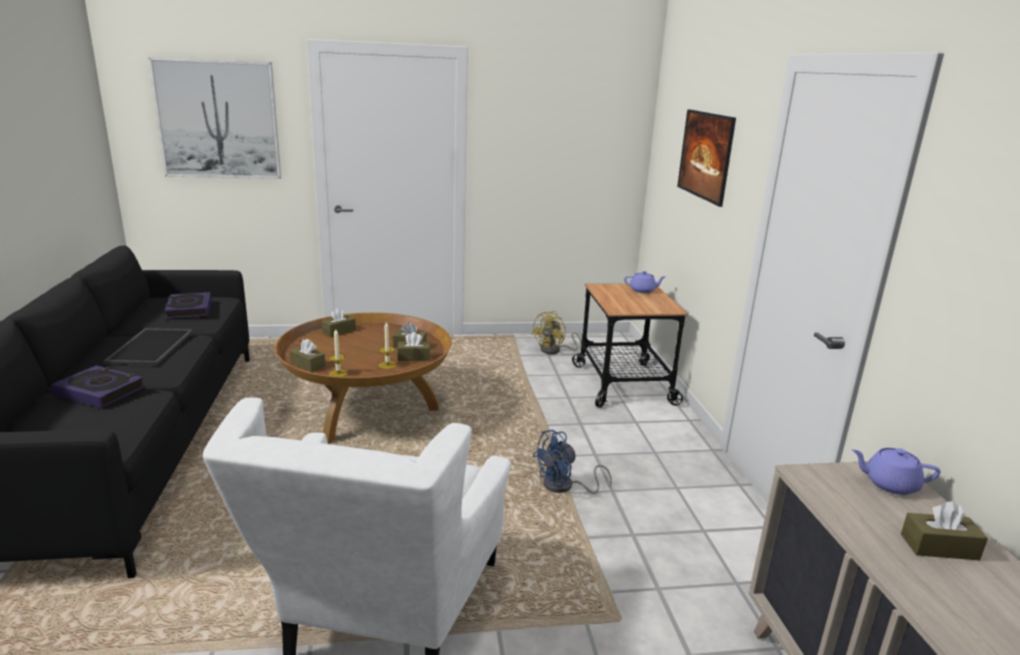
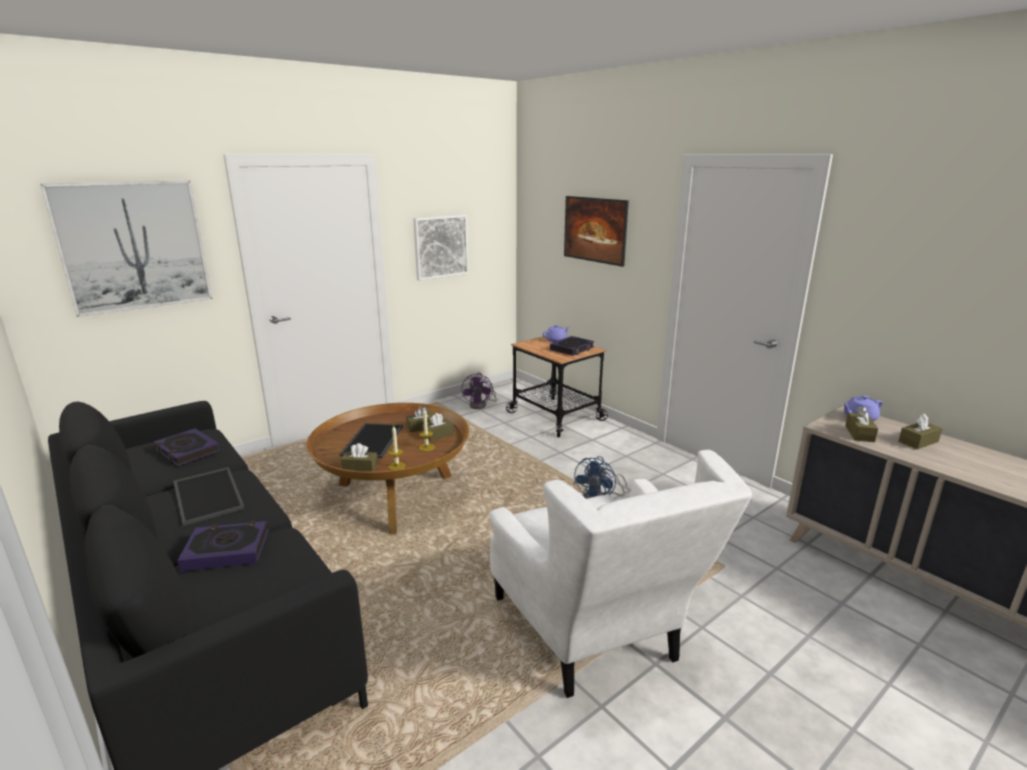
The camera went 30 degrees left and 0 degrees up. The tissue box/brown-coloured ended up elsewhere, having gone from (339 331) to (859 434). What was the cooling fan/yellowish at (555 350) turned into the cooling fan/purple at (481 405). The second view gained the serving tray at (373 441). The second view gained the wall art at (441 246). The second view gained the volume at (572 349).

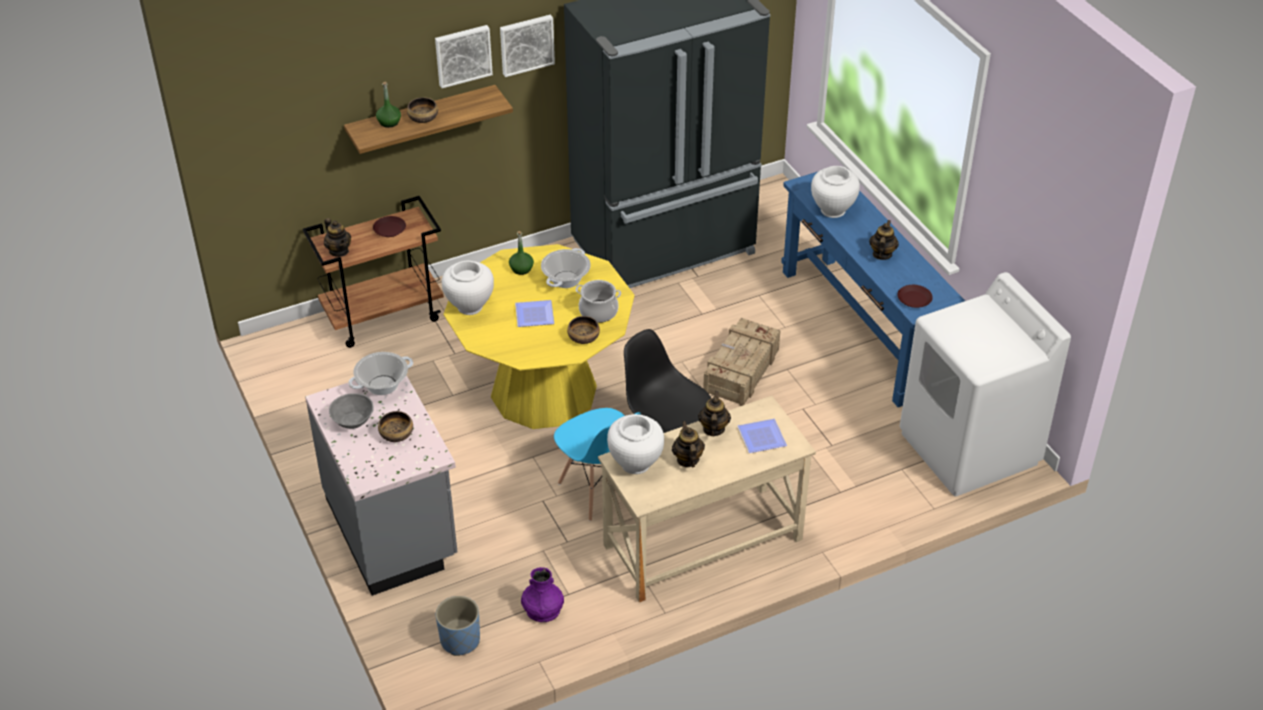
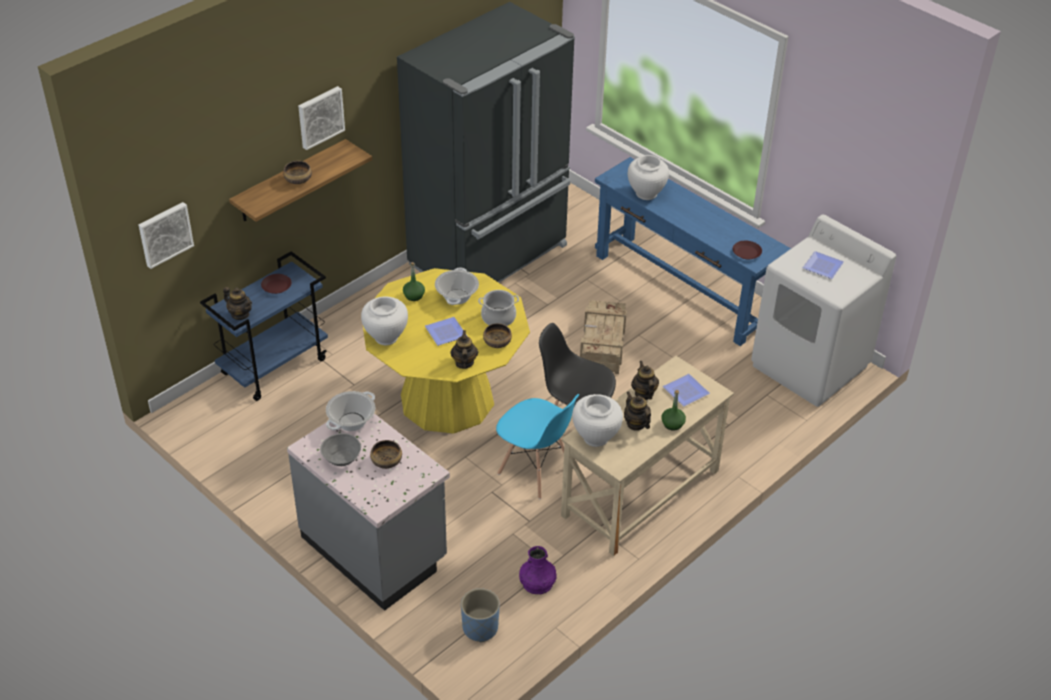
The camera went 20 degrees left and 0 degrees up. What was the trolley/brown-coloured at (384 315) turned into the trolley/blue at (274 366). The drink bottle/green ended up elsewhere, having gone from (389 122) to (672 424). The wall art ended up elsewhere, having gone from (526 44) to (164 234). The teapot ended up elsewhere, having gone from (882 254) to (464 363). The second view gained the plate at (824 266).

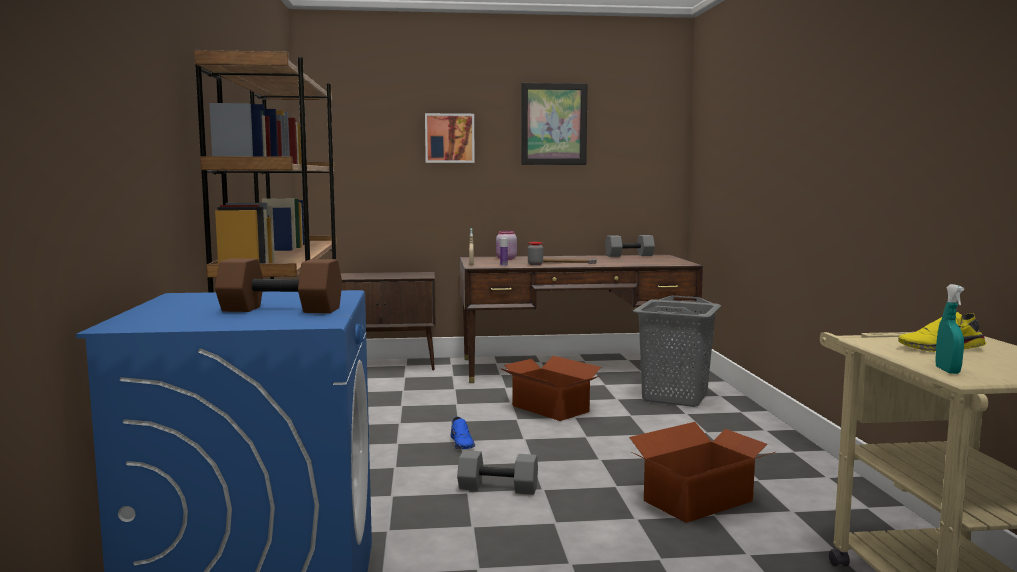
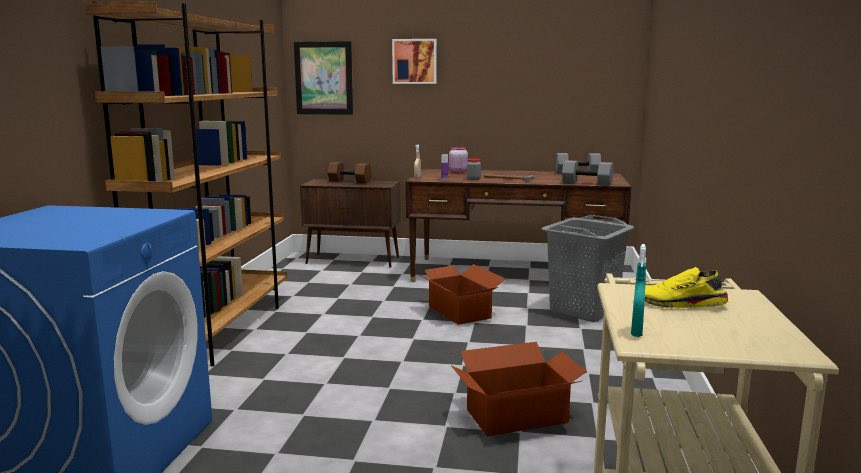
The camera went 15 degrees right and 5 degrees up. The dumbbell/brown-coloured ended up elsewhere, having gone from (279 310) to (349 181). The second view lost the low shoe/blue at (462 443). The dumbbell/greyish ended up elsewhere, having gone from (497 488) to (586 183). The wall art ended up elsewhere, having gone from (553 124) to (324 78).

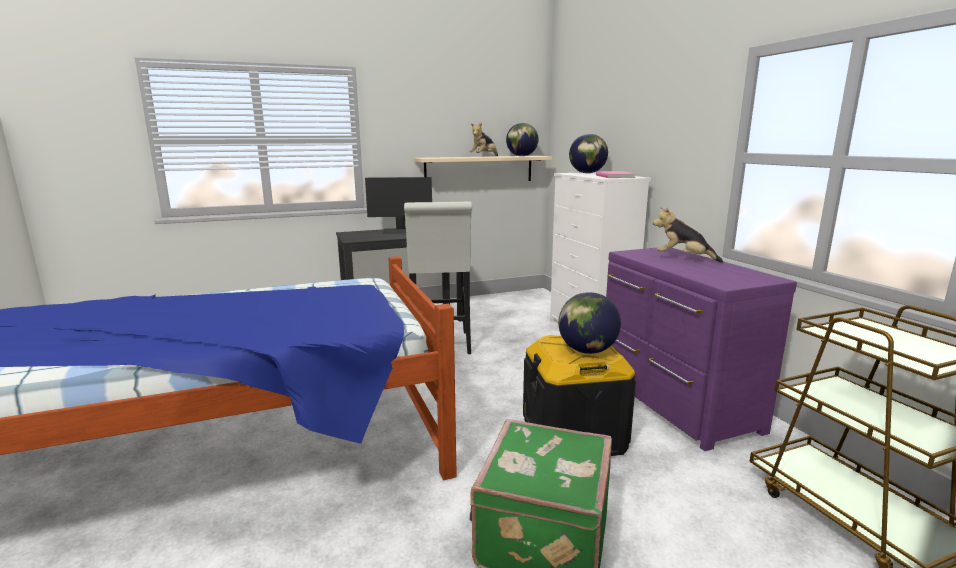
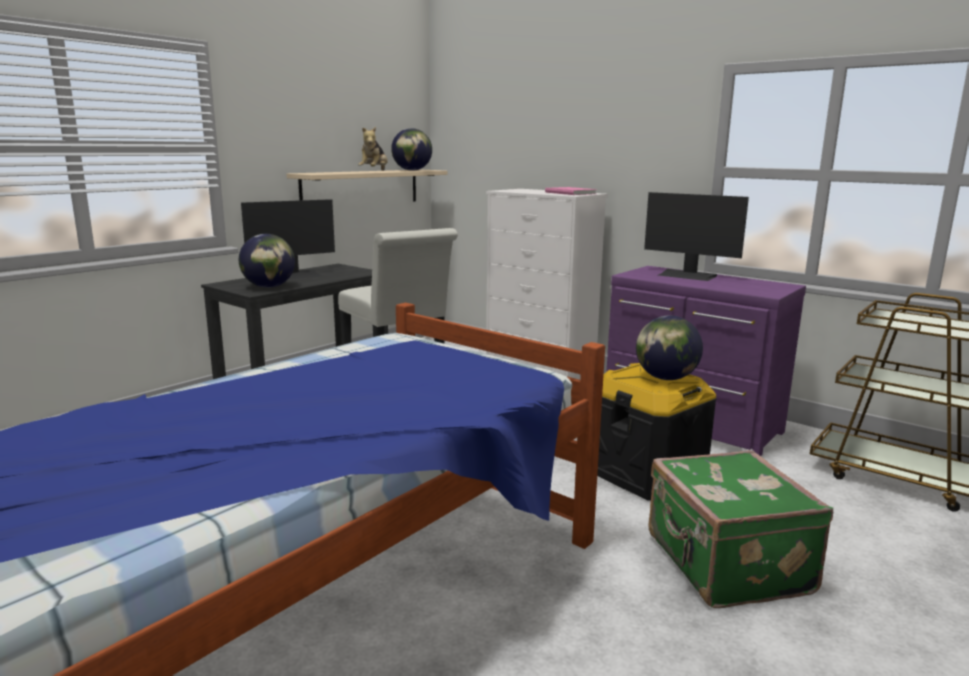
The camera went 30 degrees left and 0 degrees up. The globe ended up elsewhere, having gone from (587 173) to (269 287). Where the soft toy stood at (683 258), the monitor came to stand at (687 275).

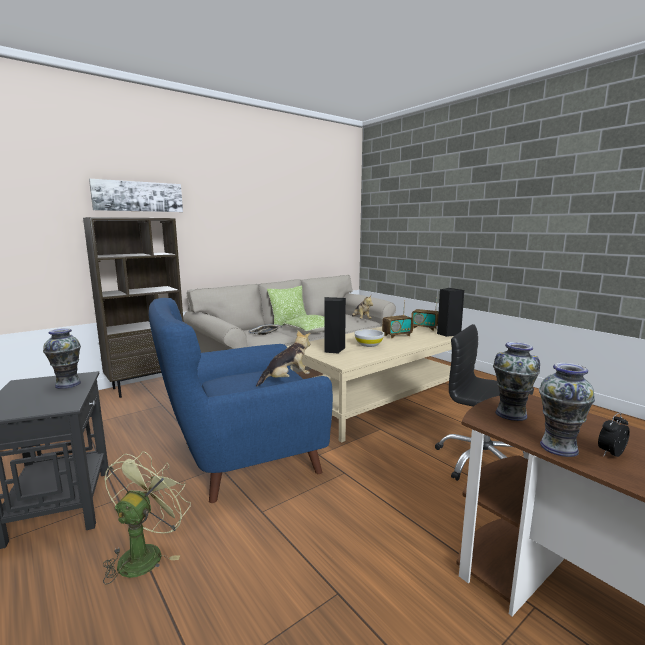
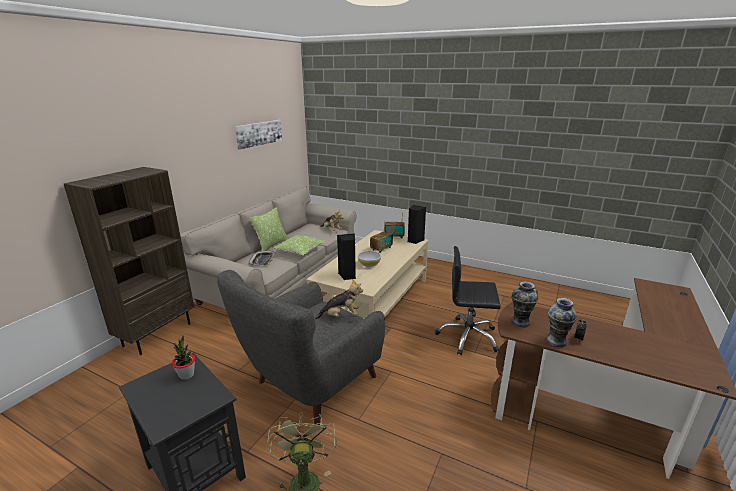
The camera went 25 degrees left and 10 degrees up. Where the flower vase stood at (68 384), the potted plant came to stand at (186 375). The wall art ended up elsewhere, having gone from (138 196) to (259 133). What was the lounge chair/blue at (241 459) turned into the lounge chair/greyish at (310 383). The soft toy at (287 380) ended up facing another way, 45 degrees clockwise from before.

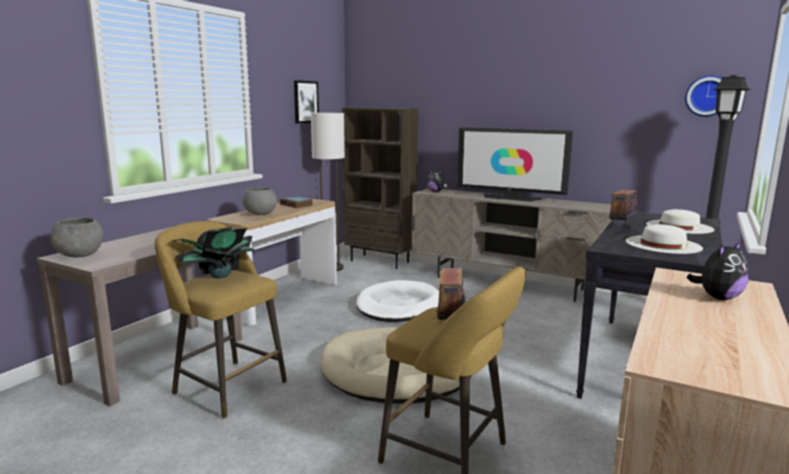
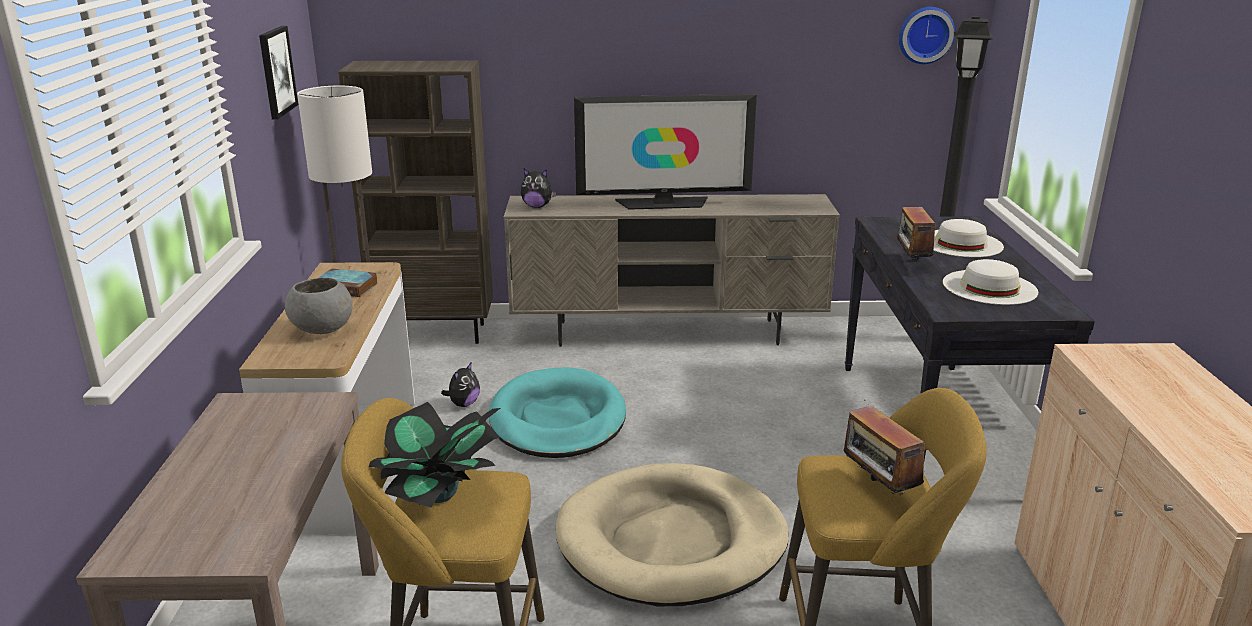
The camera went 30 degrees left and 10 degrees up. The second view lost the bowl/greyish at (80 255). What was the pet bed/white-coloured at (398 306) turned into the pet bed/blue-green at (557 419). The soft toy ended up elsewhere, having gone from (718 297) to (463 404).

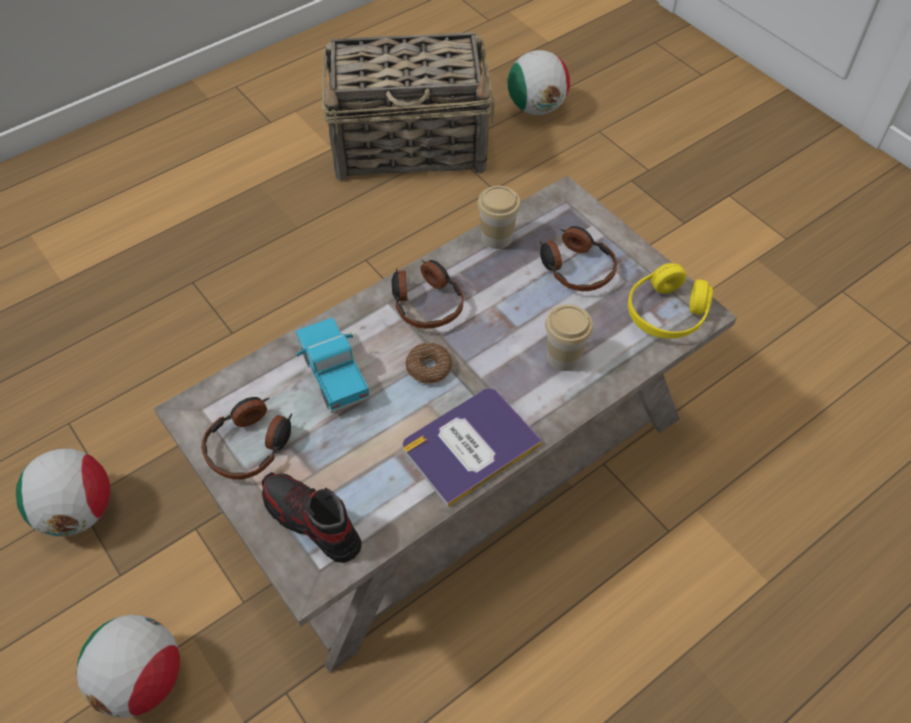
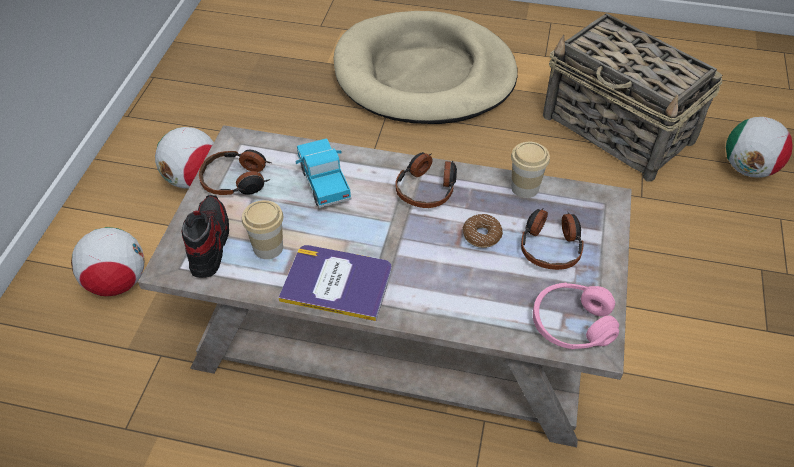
The camera went 50 degrees right and 5 degrees down. The model truck at (333 374) ended up facing another way, 45 degrees counterclockwise from before. The donut ended up elsewhere, having gone from (429 368) to (481 235). The drinking cup ended up elsewhere, having gone from (563 357) to (268 247). What was the pair of headphones/yellowish at (666 313) turned into the pair of headphones/pink at (572 324). The second view gained the pet bed/sand-coloured at (424 75).

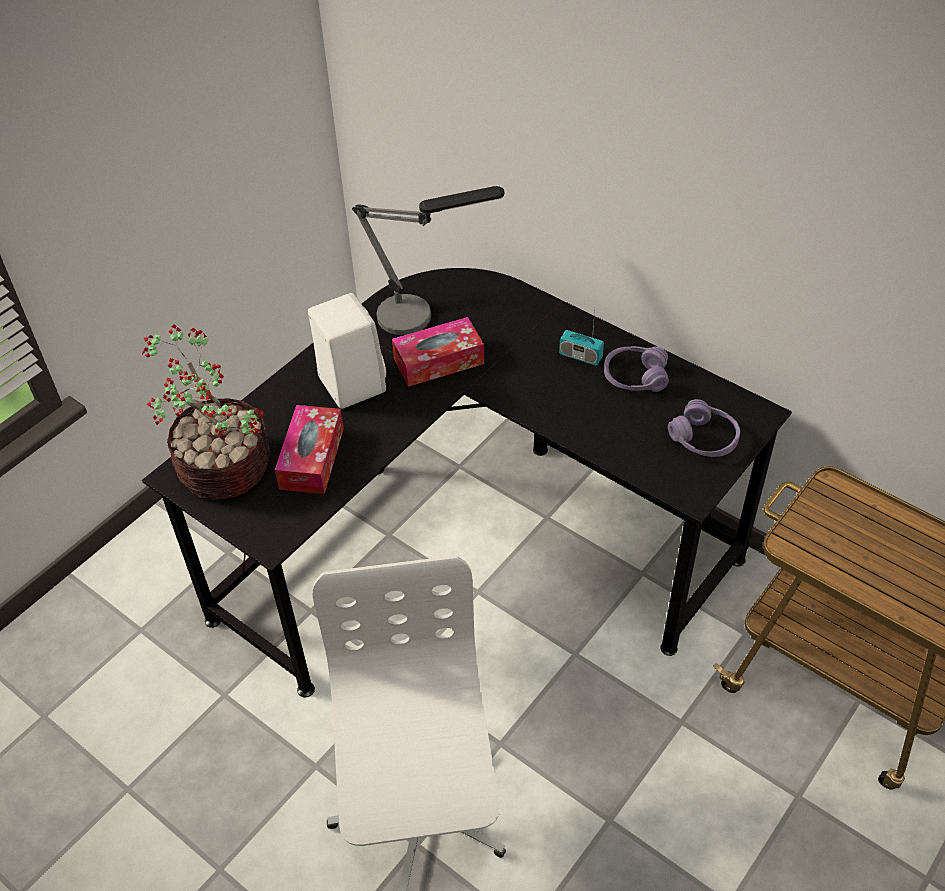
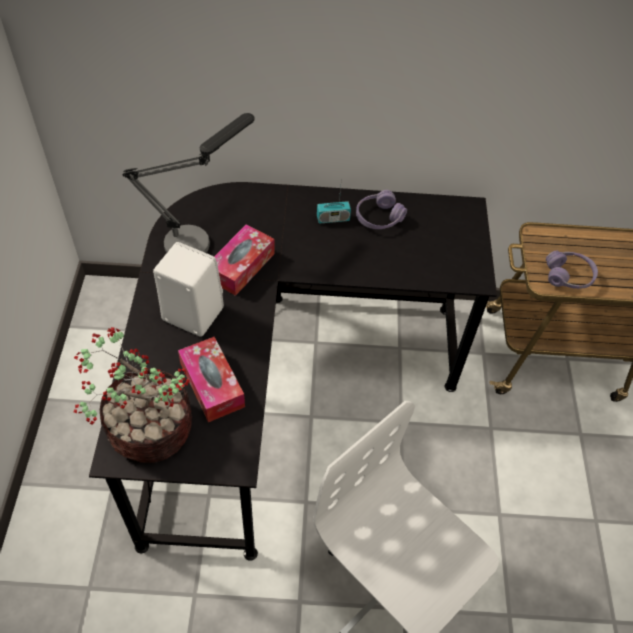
The camera went 40 degrees left and 5 degrees up. The pair of headphones/purple ended up elsewhere, having gone from (704 439) to (568 276).

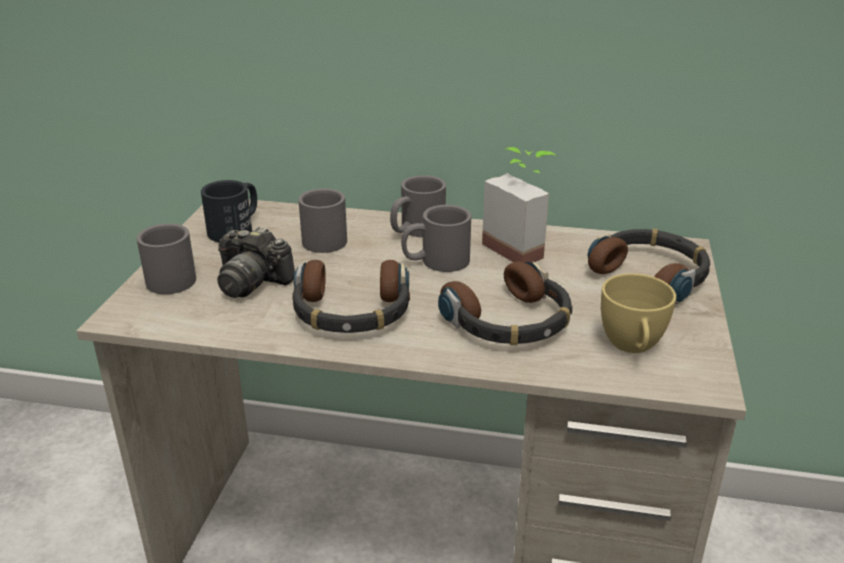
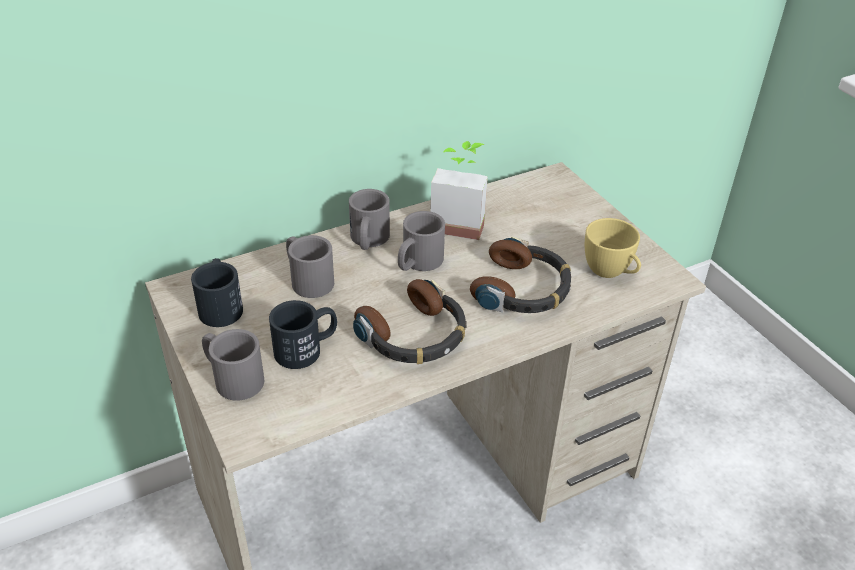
The camera went 40 degrees left and 10 degrees up. Where the still camera stood at (252 281), the tea mug/black came to stand at (307 348). The second view lost the pair of headphones at (651 275).

